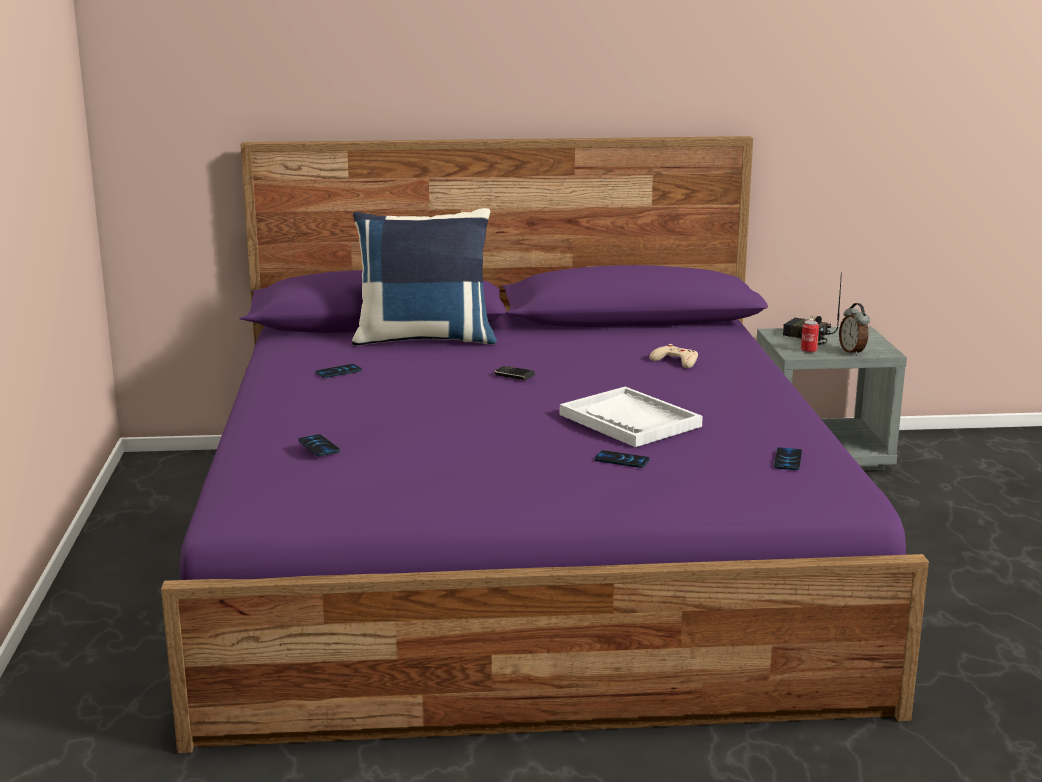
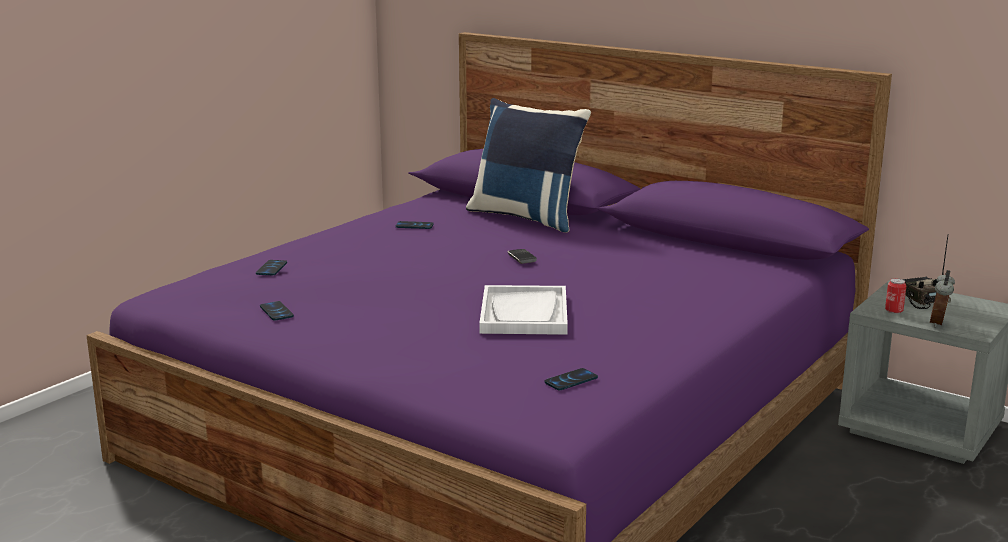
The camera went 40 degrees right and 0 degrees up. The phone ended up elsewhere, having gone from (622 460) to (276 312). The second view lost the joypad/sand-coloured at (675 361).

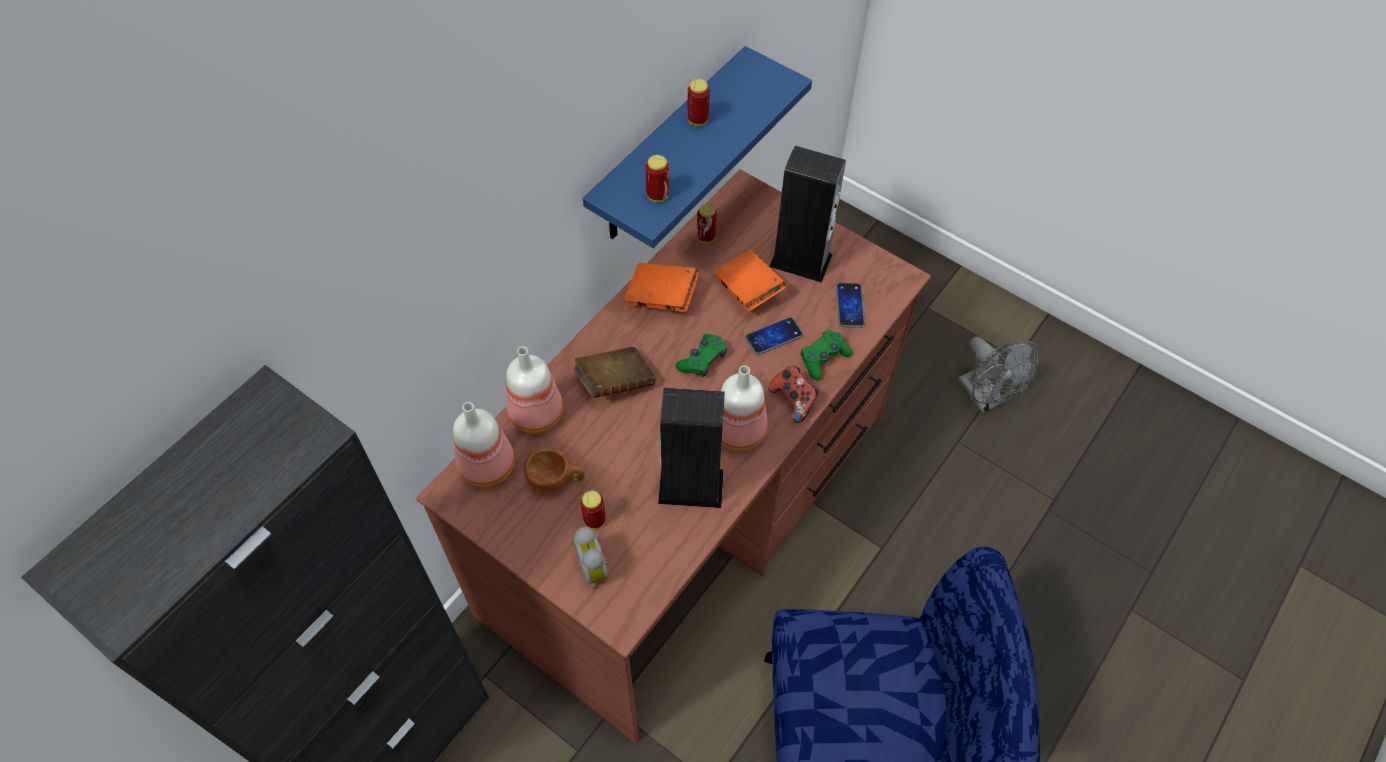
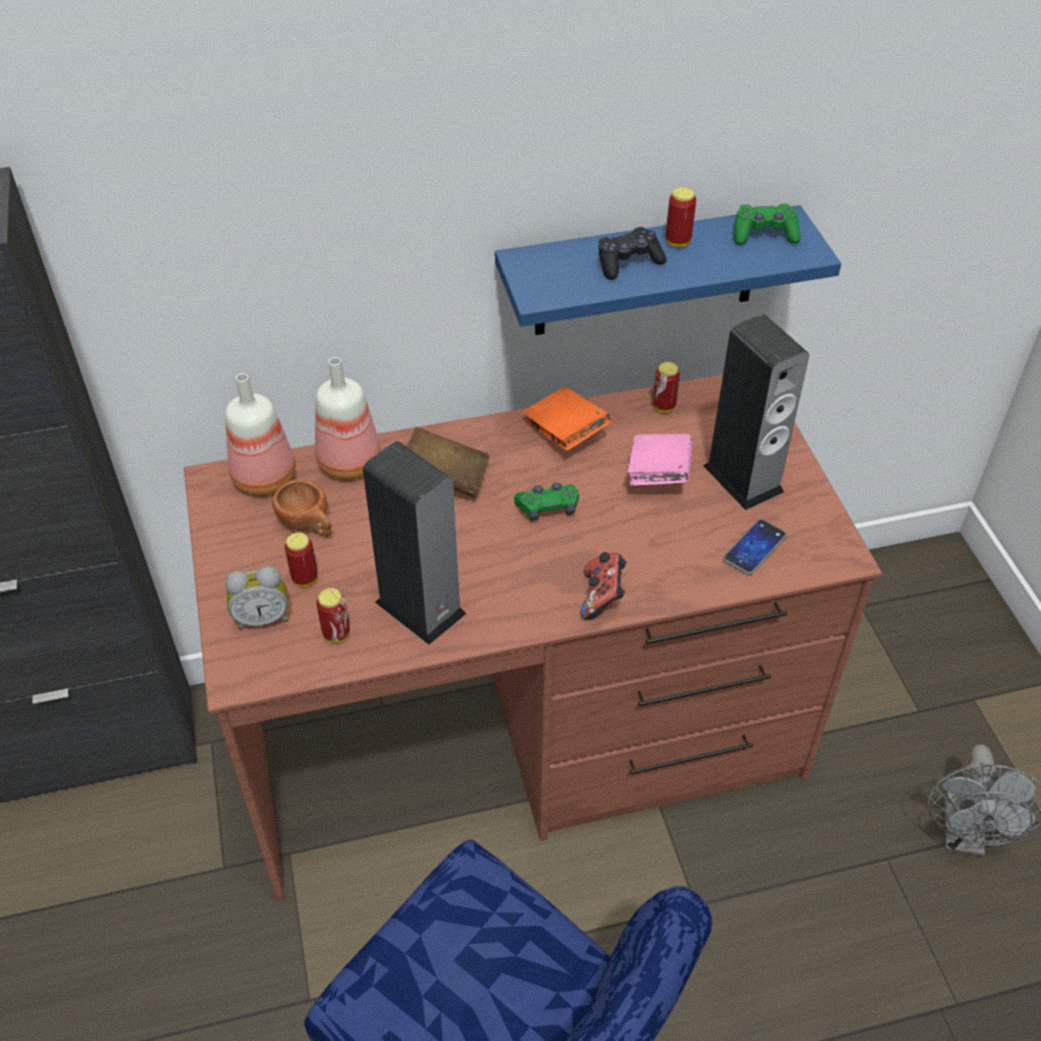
The camera went 40 degrees right and 10 degrees down. The alarm clock at (595 568) ended up facing another way, 120 degrees counterclockwise from before. The sealed can ended up elsewhere, having gone from (658 195) to (336 634). What was the volume/orangey at (748 290) turned into the volume/pink at (658 475). The second view lost the drink bottle at (736 430). The second view lost the phone at (773 337). The joypad/green ended up elsewhere, having gone from (823 358) to (764 234). The second view gained the joypad/black at (628 262).

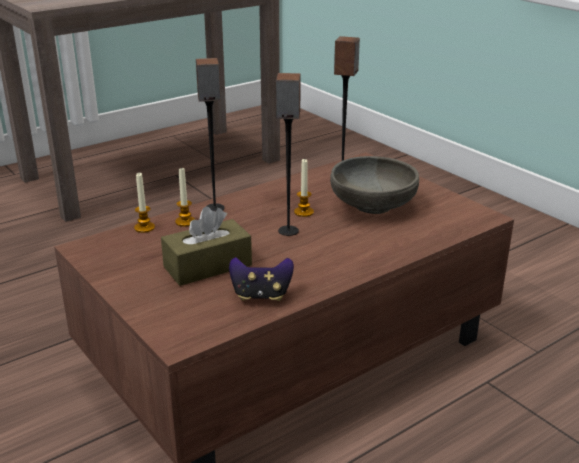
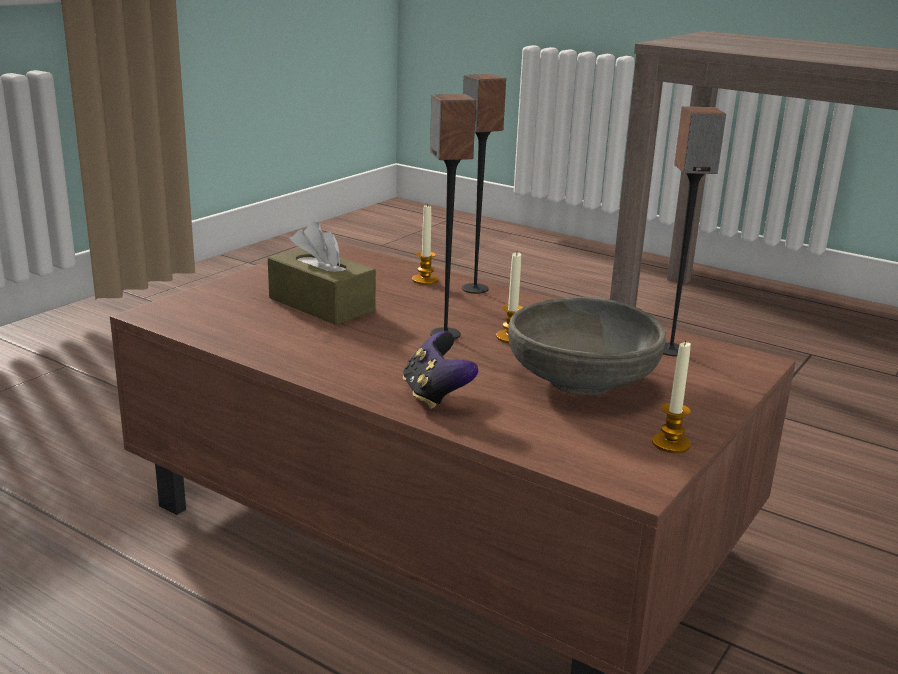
The camera went 70 degrees right and 5 degrees down. The wax candle ended up elsewhere, having gone from (144 228) to (671 444). The joypad ended up elsewhere, having gone from (261 295) to (436 395).

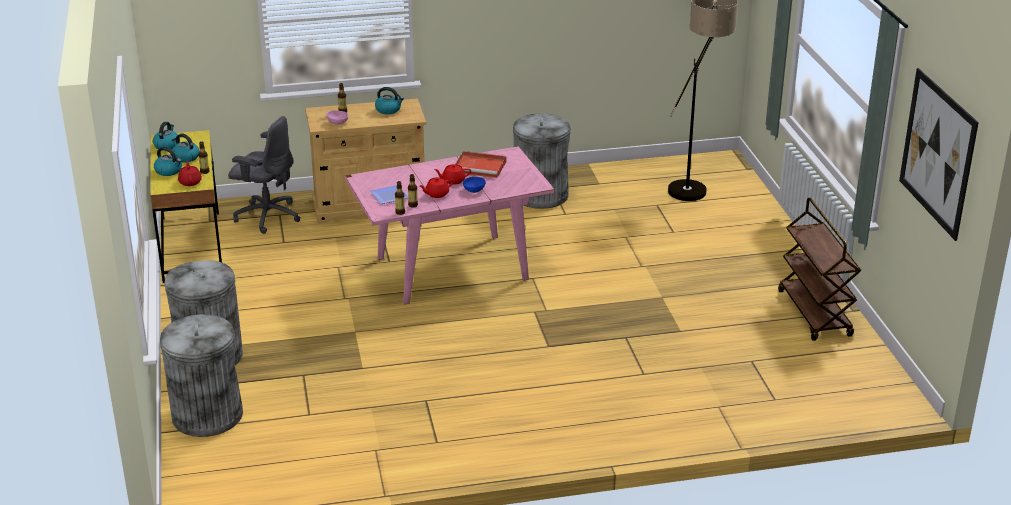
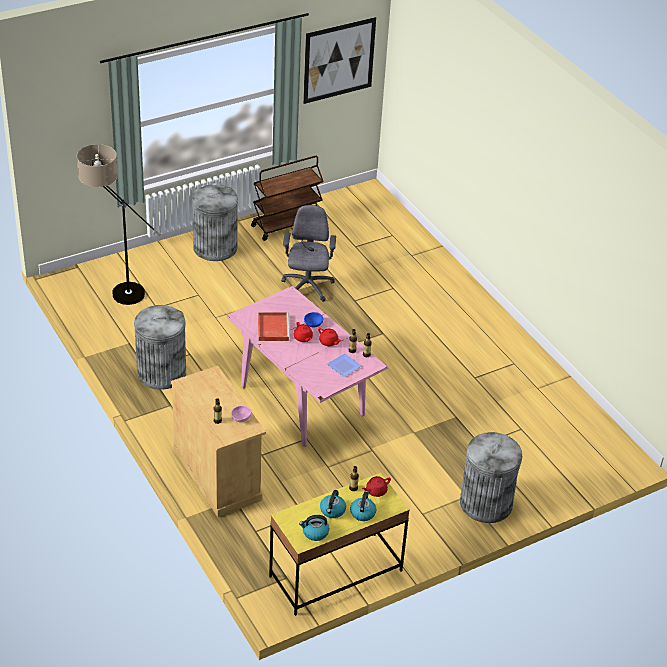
The camera went 110 degrees left and 10 degrees up. The waste bin/greyish ended up elsewhere, having gone from (208 415) to (215 247). The office chair/greyish ended up elsewhere, having gone from (267 216) to (307 287). The second view lost the kettle at (388 110).

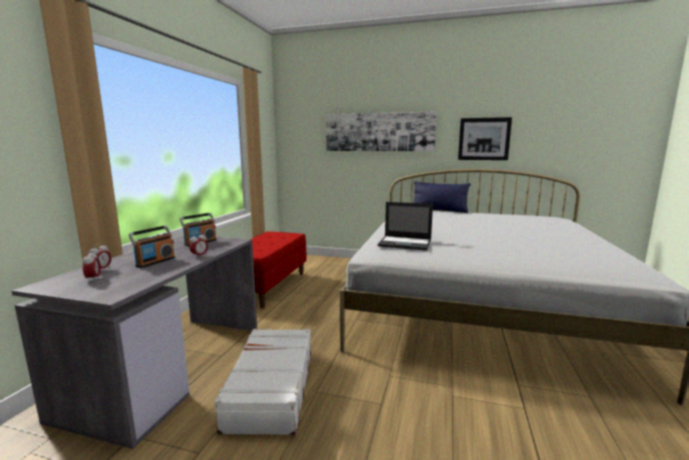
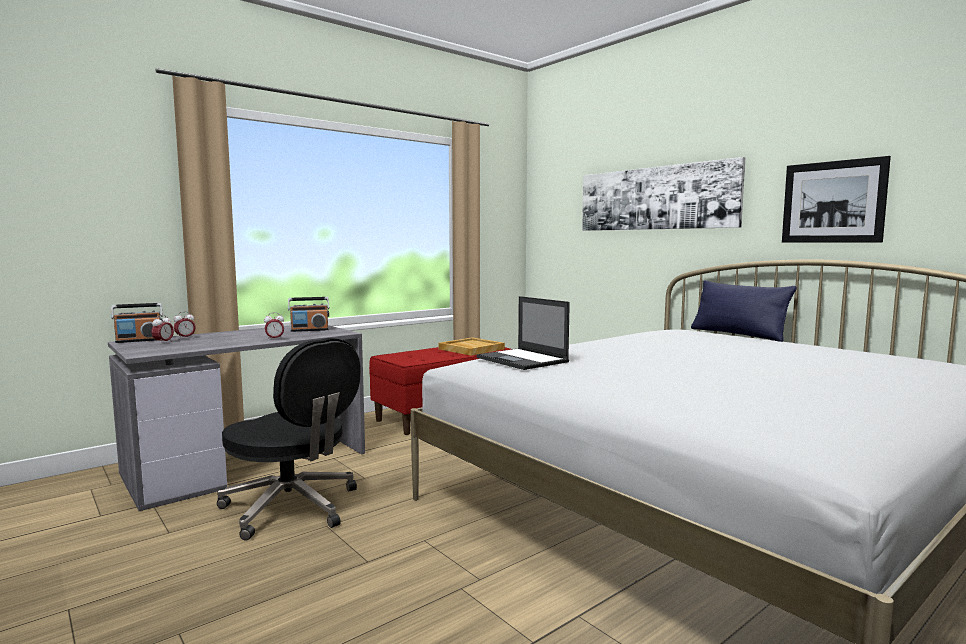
The camera went 35 degrees right and 5 degrees down. The radio receiver ended up elsewhere, having gone from (155 262) to (139 340). Where the piece of luggage/white-coloured stood at (270 388), the office chair/black came to stand at (292 508). The second view gained the serving tray/sand-coloured at (470 349).

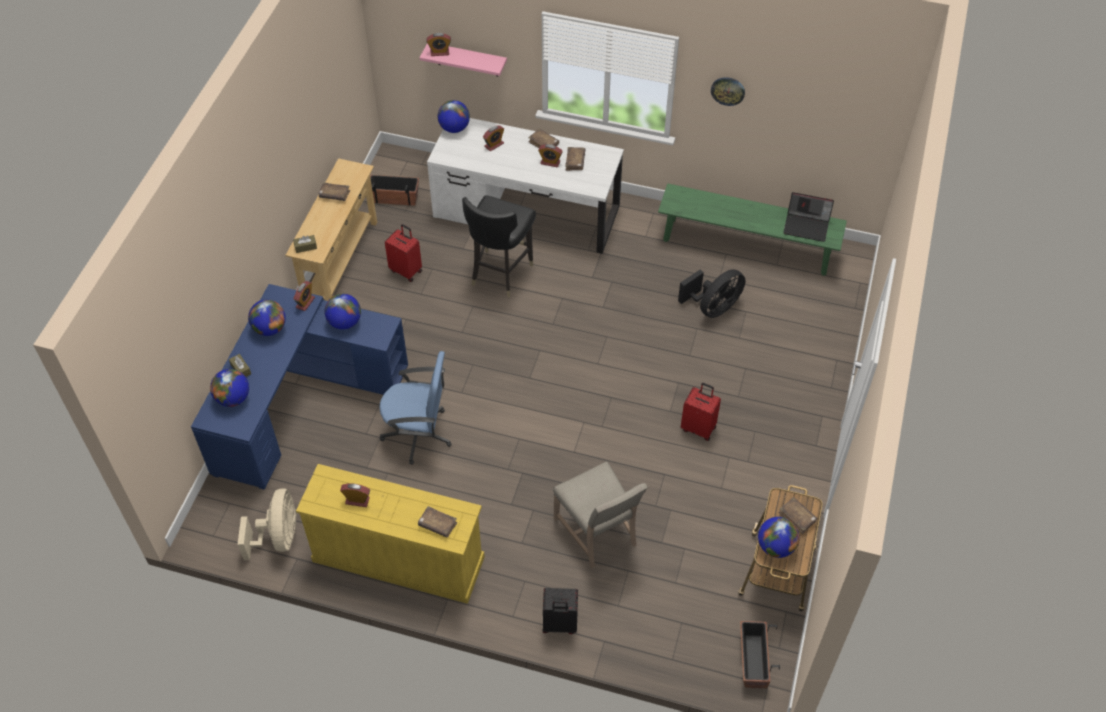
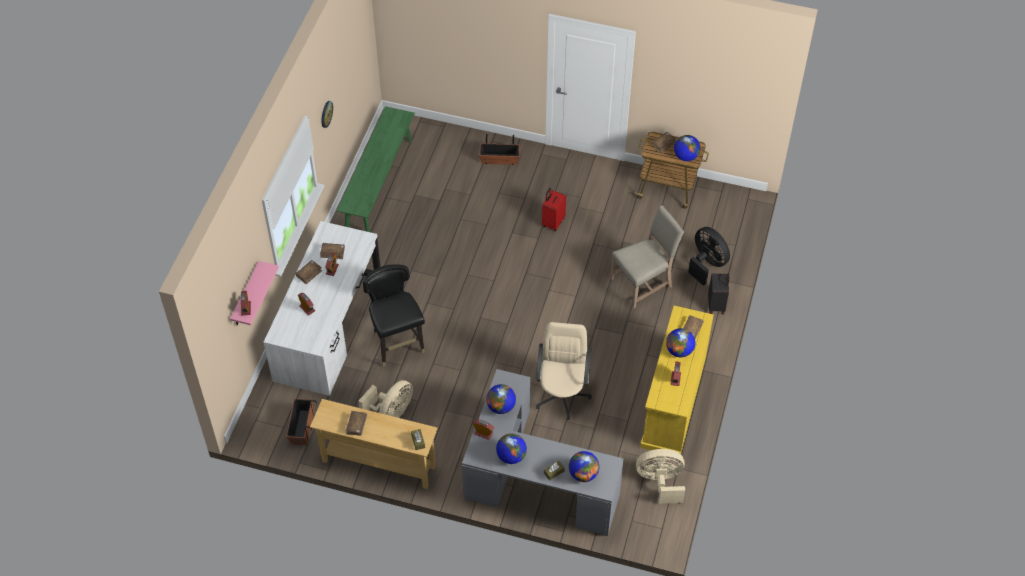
The camera went 90 degrees left and 0 degrees up. What was the desk table/blue at (299 401) turned into the desk table/greyish at (531 481). What was the office chair/blue at (418 434) turned into the office chair/sand-coloured at (562 395). Where the piece of luggage/red-coloured stood at (406 270), the cooling fan/sand-coloured came to stand at (391 413). The globe ended up elsewhere, having gone from (454 128) to (679 351). The chair/black at (500 273) ended up facing another way, 135 degrees counterclockwise from before. The cooling fan/black ended up elsewhere, having gone from (713 307) to (707 264). The planter ended up elsewhere, having gone from (753 661) to (499 159). The second view lost the notebook computer at (807 226).

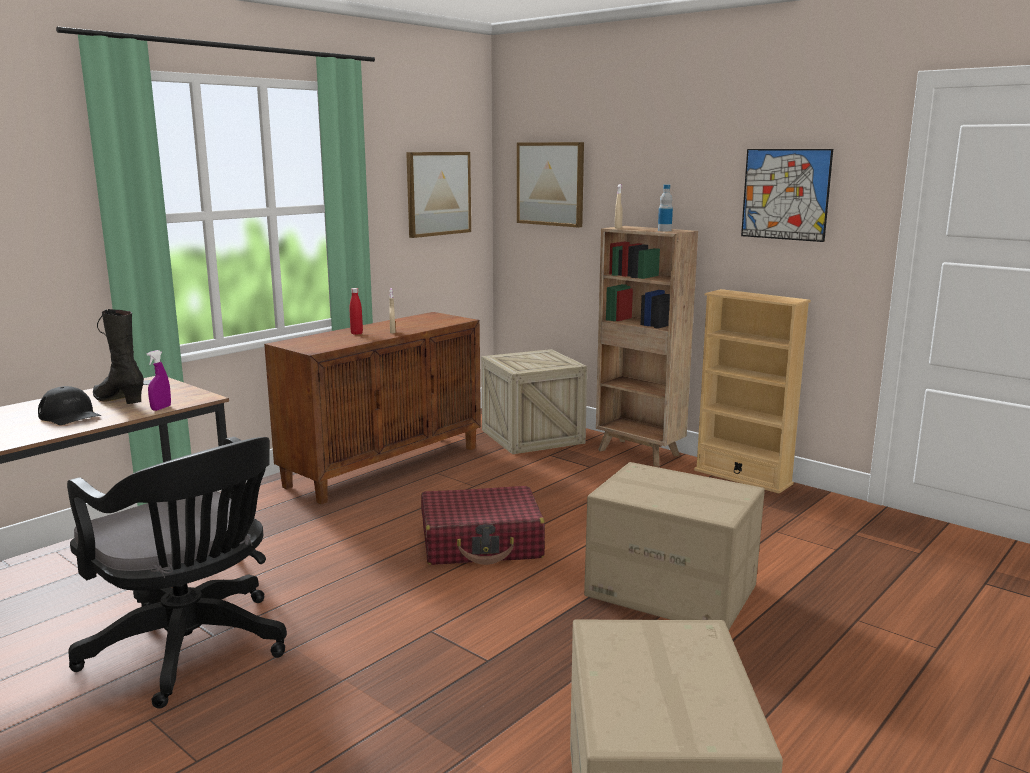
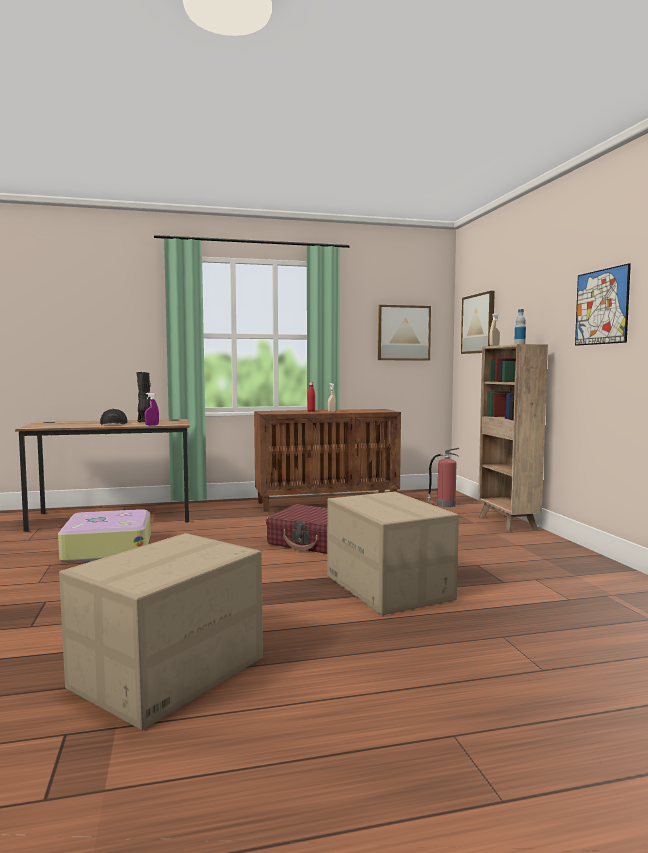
The camera went 35 degrees right and 10 degrees down. Where the office chair/black stood at (192 650), the piece of luggage came to stand at (107 548). Where the shipping crate stood at (532 436), the fire extinguisher came to stand at (445 505). The second view lost the bookshelf/sand-coloured at (742 477).

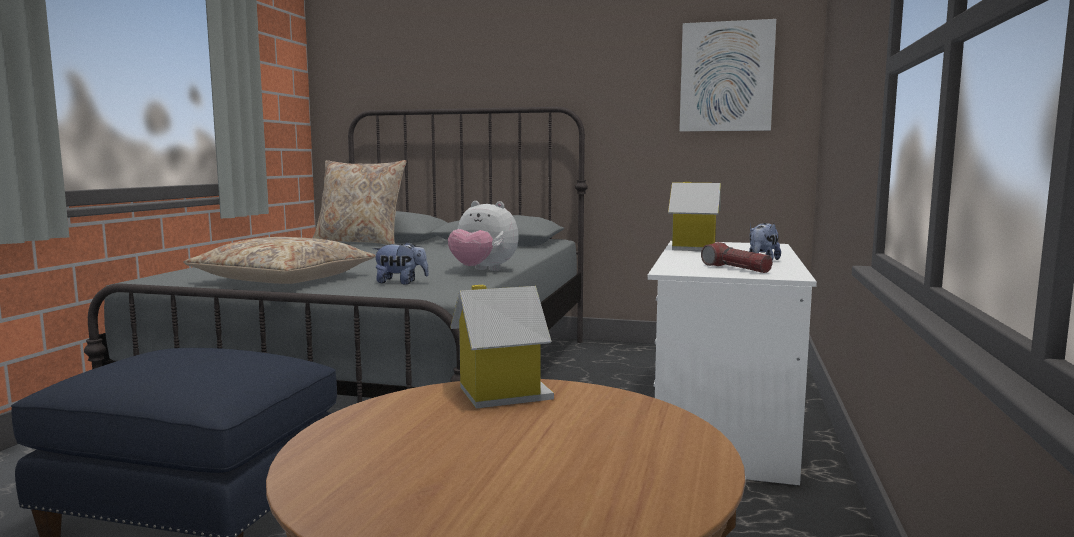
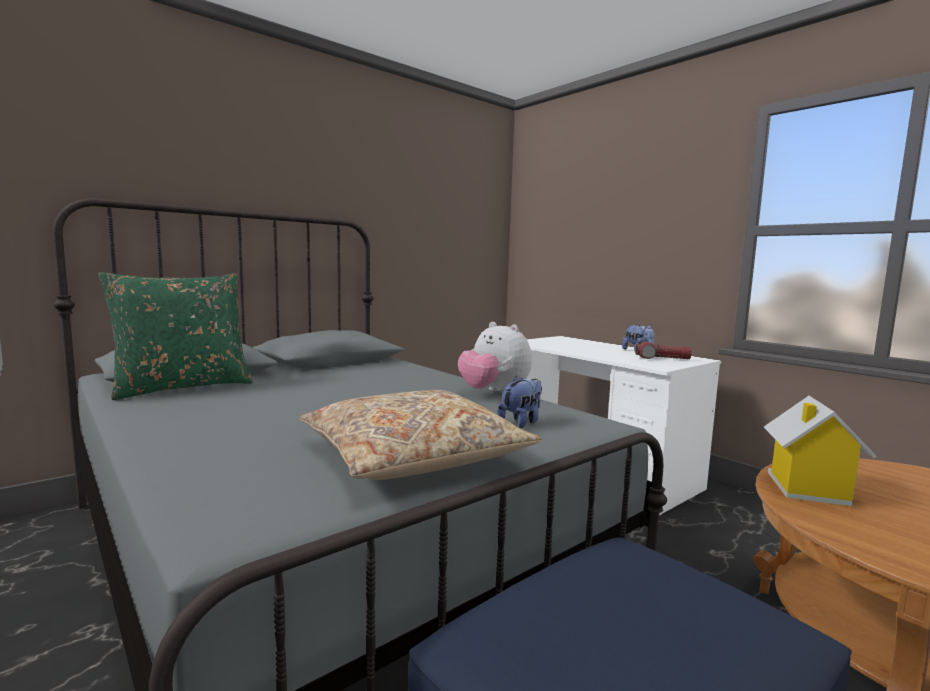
The camera went 55 degrees left and 0 degrees up. What was the throw pillow/sand-coloured at (360 242) turned into the throw pillow/green at (183 387). The soft toy at (483 271) ended up facing another way, 75 degrees clockwise from before. The second view lost the miniature house at (695 248). The second view lost the wall art at (726 77).

